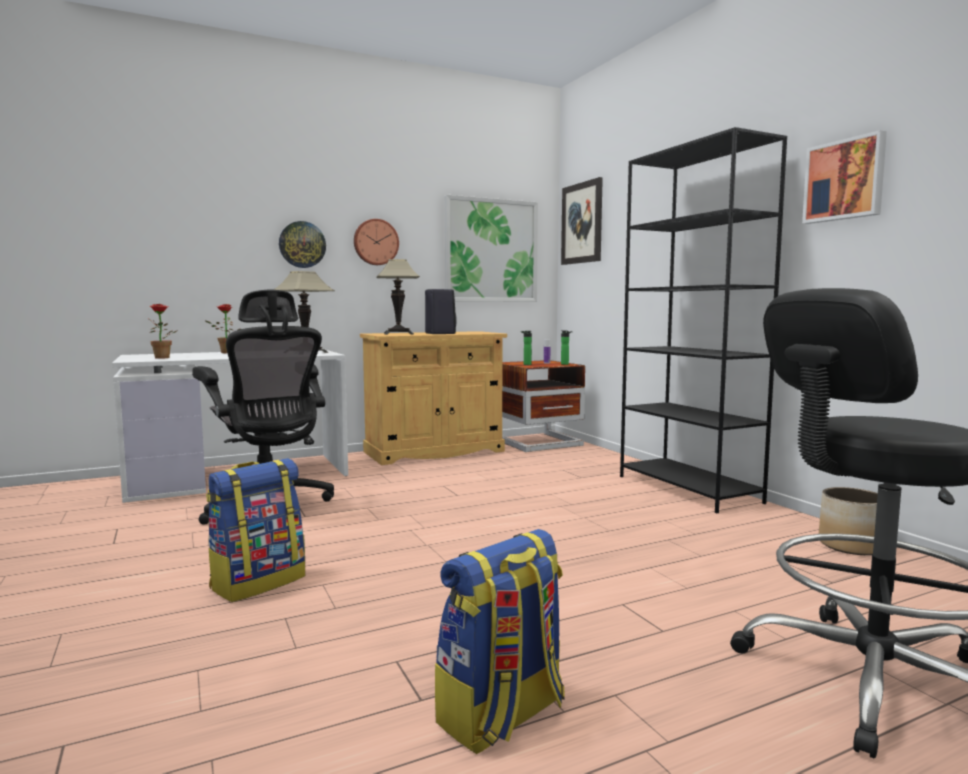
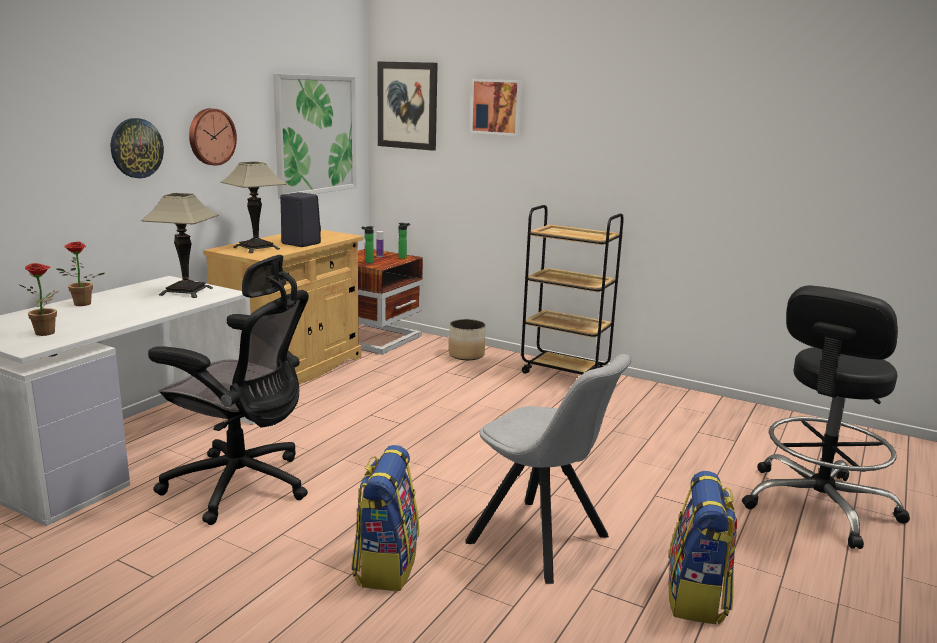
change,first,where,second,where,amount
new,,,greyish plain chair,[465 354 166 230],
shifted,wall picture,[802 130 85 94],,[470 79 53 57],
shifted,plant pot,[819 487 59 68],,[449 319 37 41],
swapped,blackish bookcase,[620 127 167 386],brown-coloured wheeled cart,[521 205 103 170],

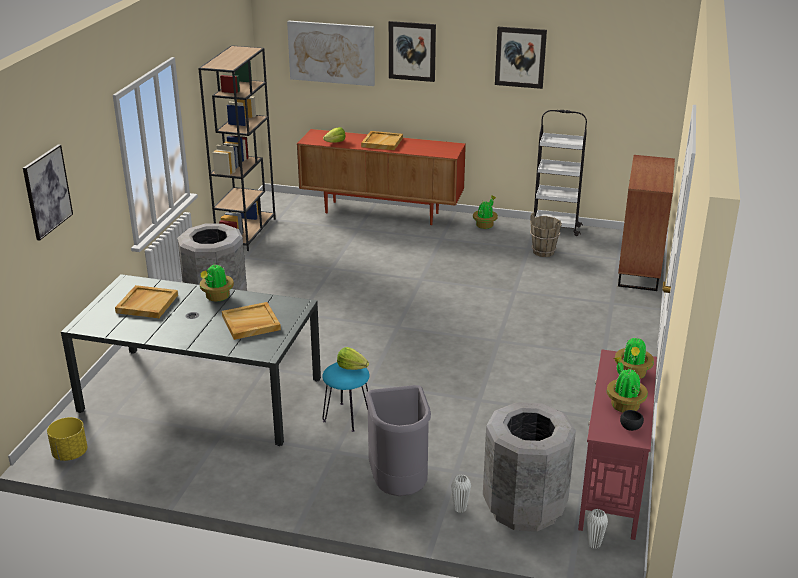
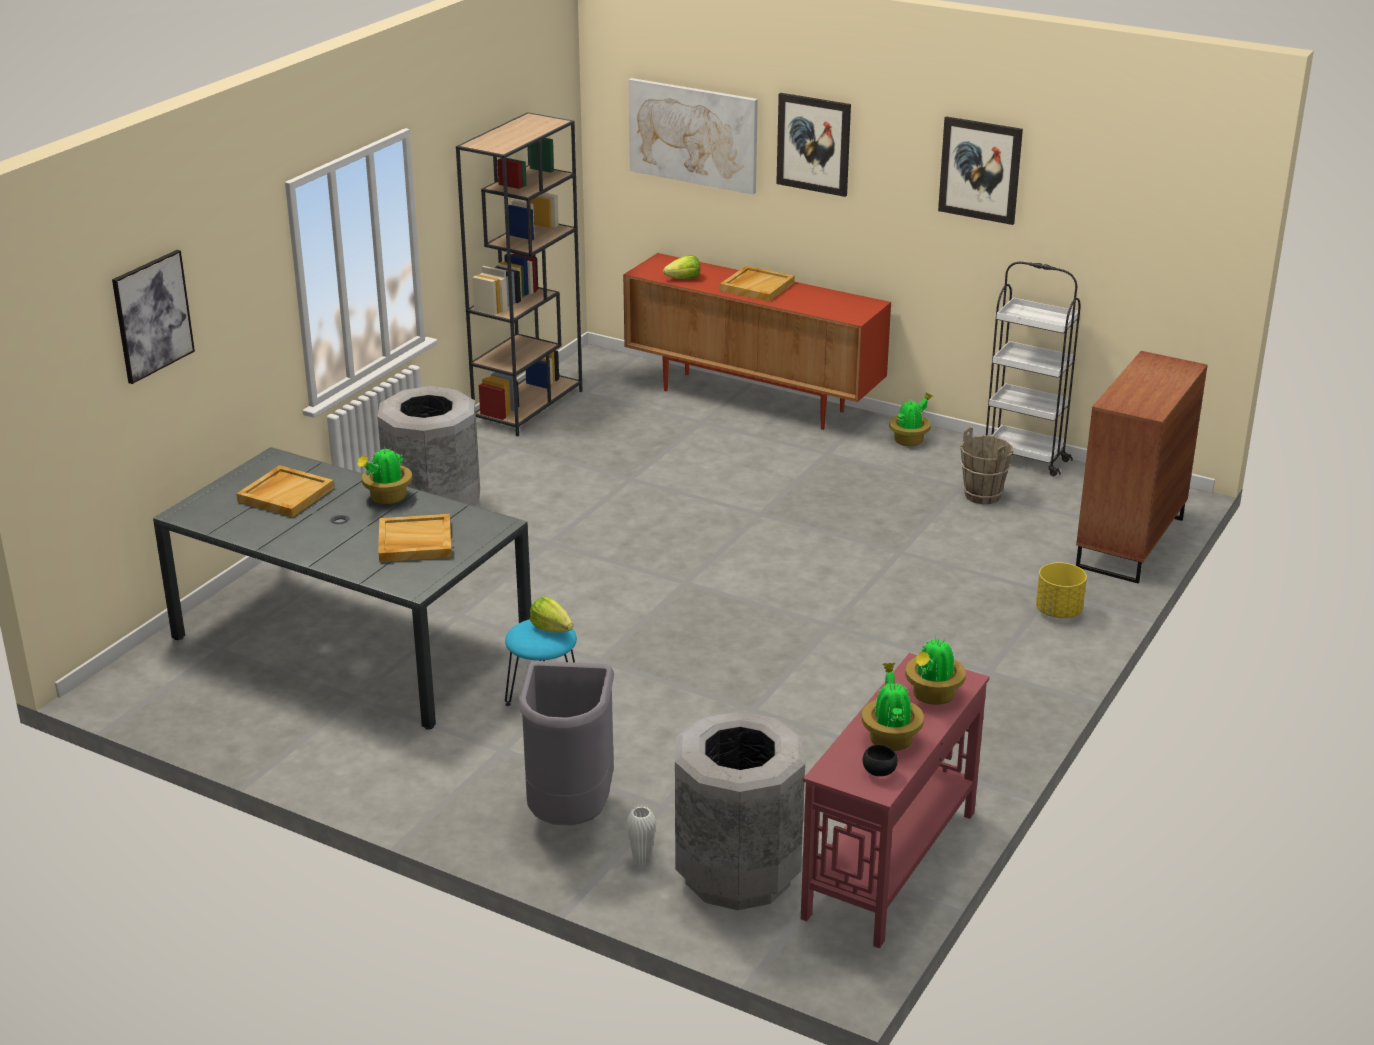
change,first,where,second,where,amount
gone,white flower vase,[587 509 21 40],,,
shifted,yellow plant pot,[47 417 40 44],,[1036 562 51 56],

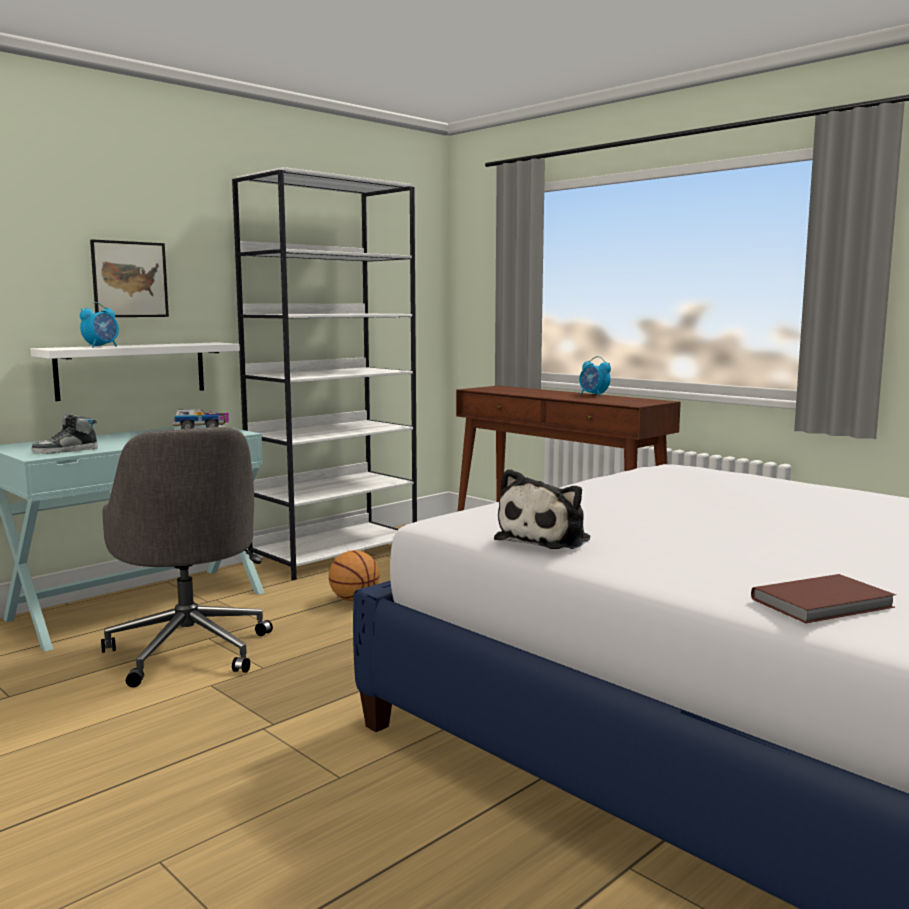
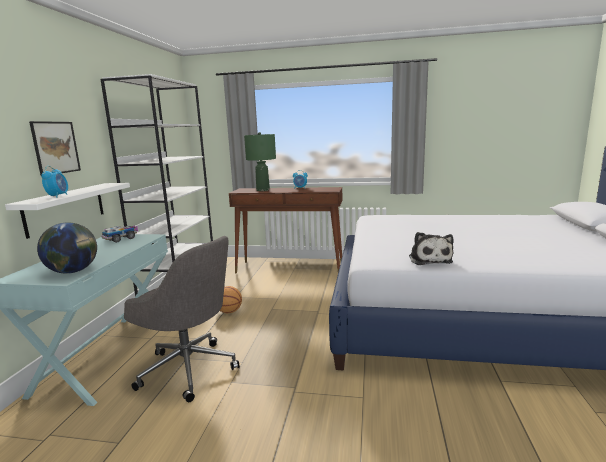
change,first,where,second,where,amount
gone,brown-coloured book,[751 574 145 49],,,
new,,,greenish lamp for a table,[244 132 32 59],
swapped,item of footwear,[32 414 66 40],globe,[37 223 60 51],

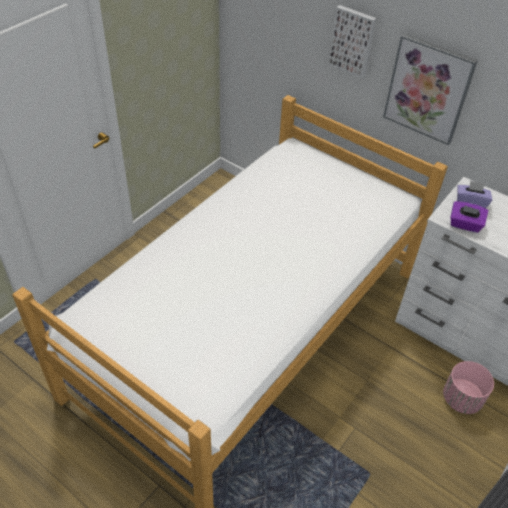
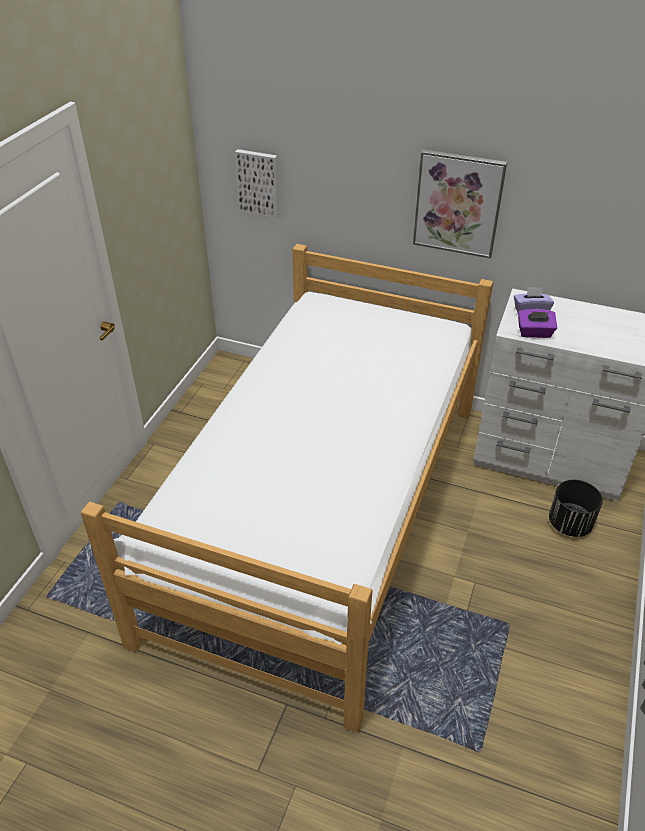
change,first,where,second,where,amount
shifted,wall picture,[329 5 47 74],,[235 149 45 70],
repainted,pink plant pot,[443 361 51 53],blackish plant pot,[549 480 54 57],

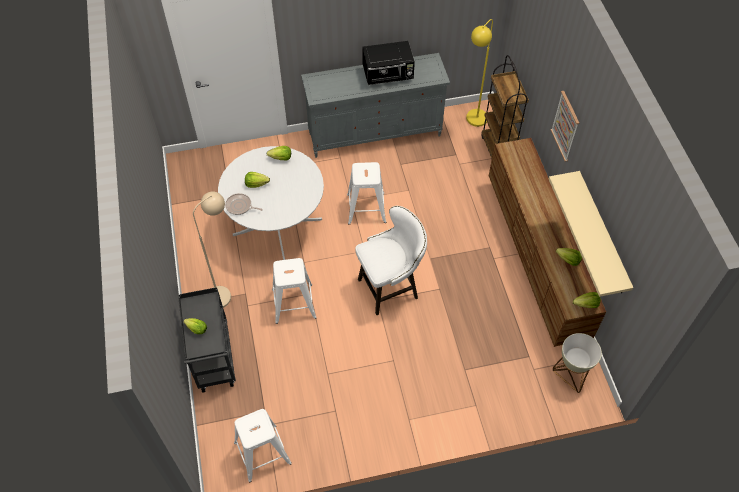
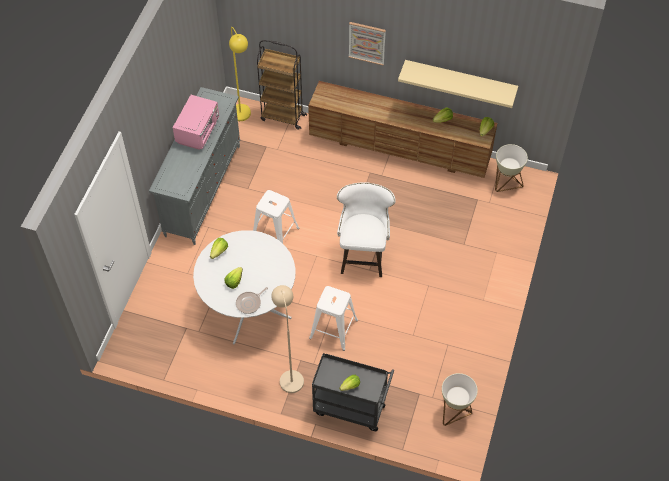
change,first,where,second,where,amount
swapped,white sitting stool,[234 409 58 73],plant pot,[442 373 36 53],
repainted,blackish microwave oven,[362 41 53 44],pink microwave oven,[173 95 46 55],

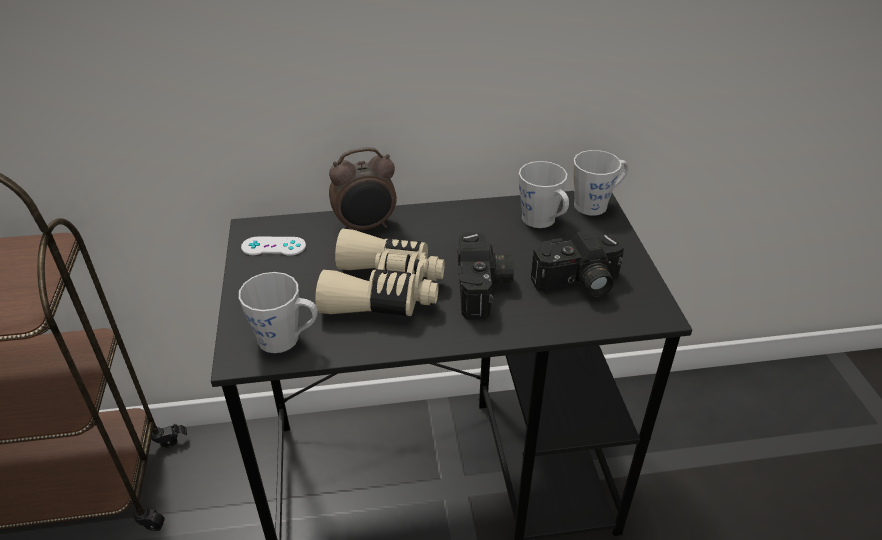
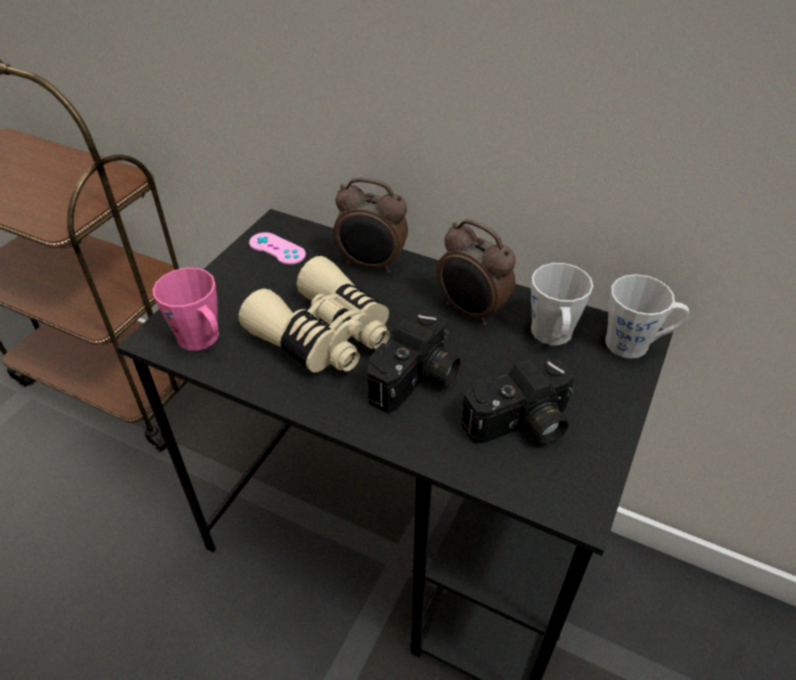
change,first,where,second,where,amount
new,,,table clock,[437 219 79 107],
repainted,greyish tea mug,[239 272 79 81],pink tea mug,[153 268 66 83],
repainted,white gamepad,[241 237 65 19],pink gamepad,[249 232 57 33],
rotated,photo camera,[531 230 93 67],,[461 359 113 85],45 degrees counterclockwise

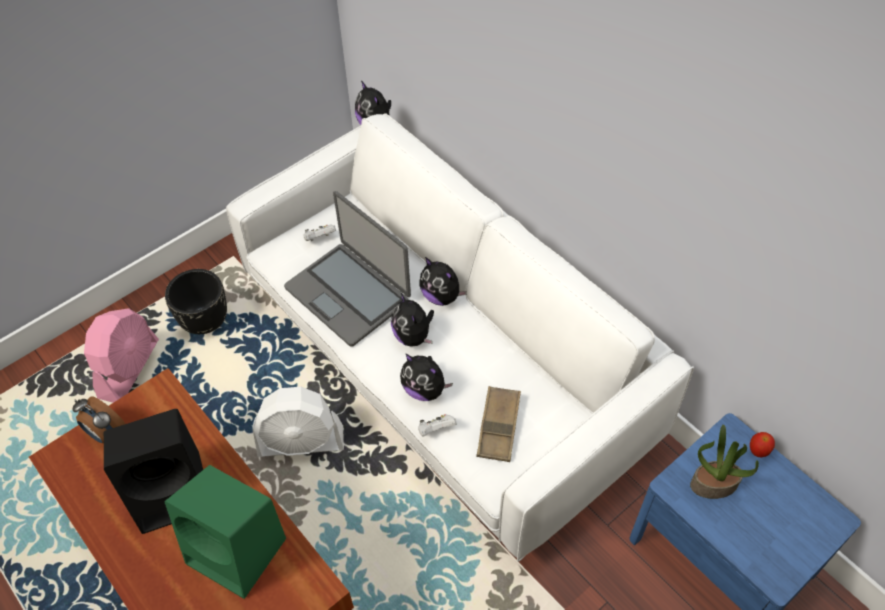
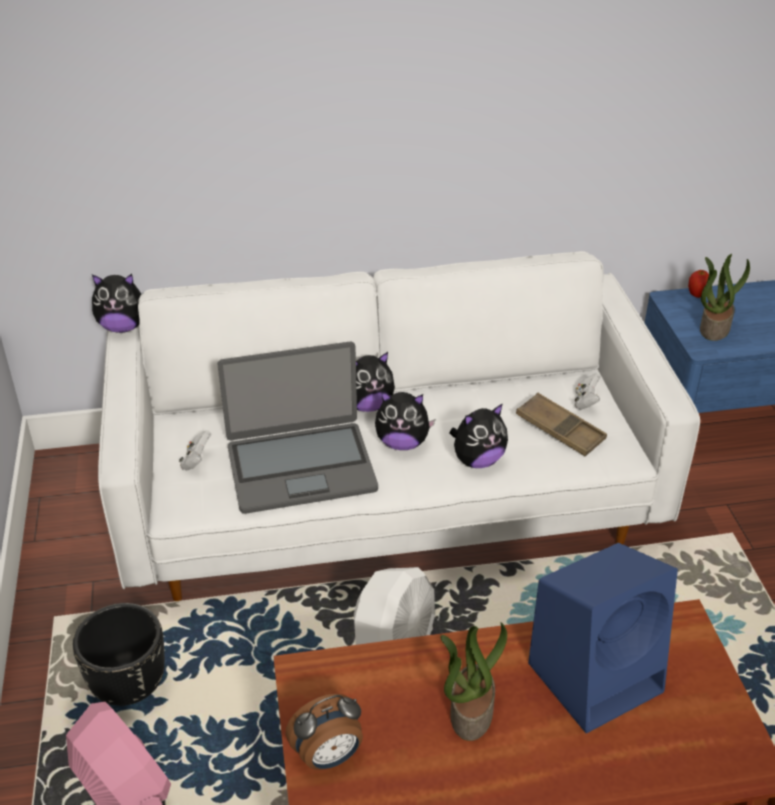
change,first,where,second,where,amount
shifted,white gamepad,[418 414 39 23],,[575 374 25 36],
swapped,blackish audio speaker,[104 409 99 125],houseplant,[440 622 67 119],
repainted,greenish audio speaker,[164 465 122 134],blue-coloured audio speaker,[528 543 150 190],

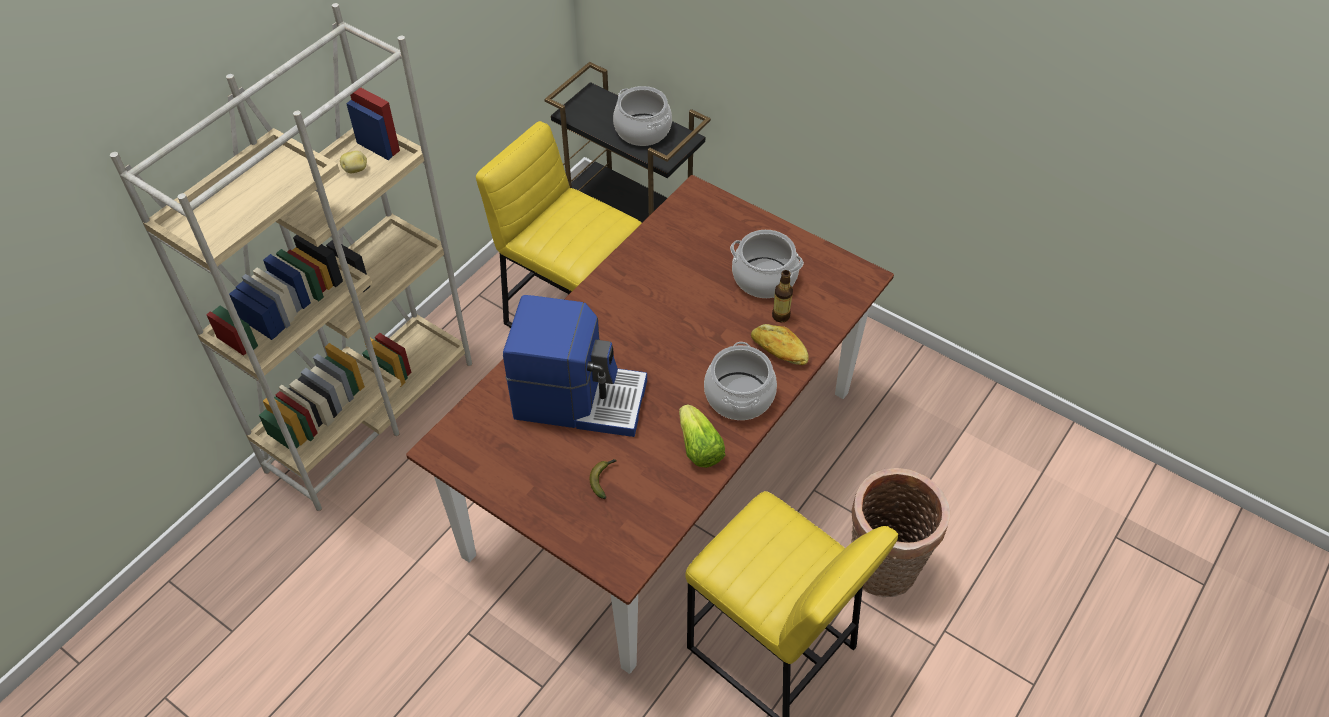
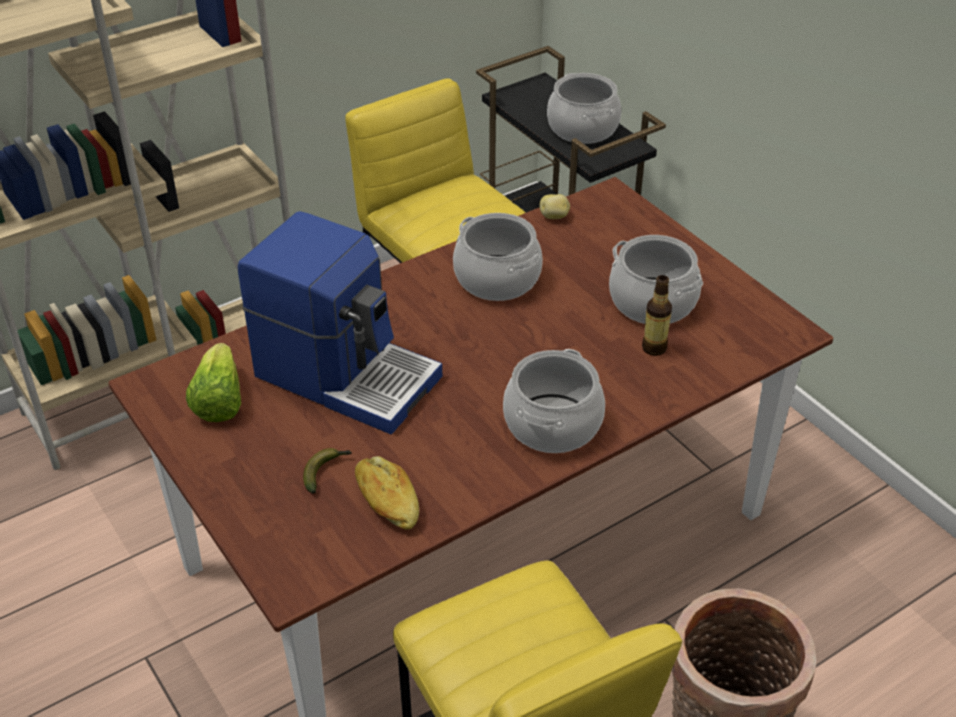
change,first,where,second,where,amount
new,,,saucepot,[453 213 90 88],
shifted,spud,[340 151 27 22],,[539 194 31 25],
shifted,lettuce head,[679 404 46 64],,[186 343 55 79],
shifted,bread,[751 324 58 41],,[355 456 64 74],

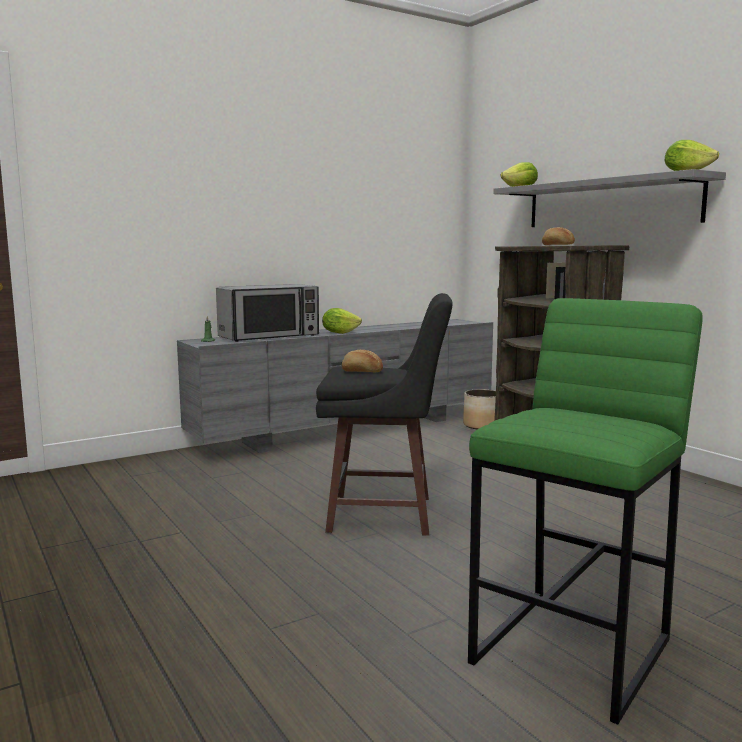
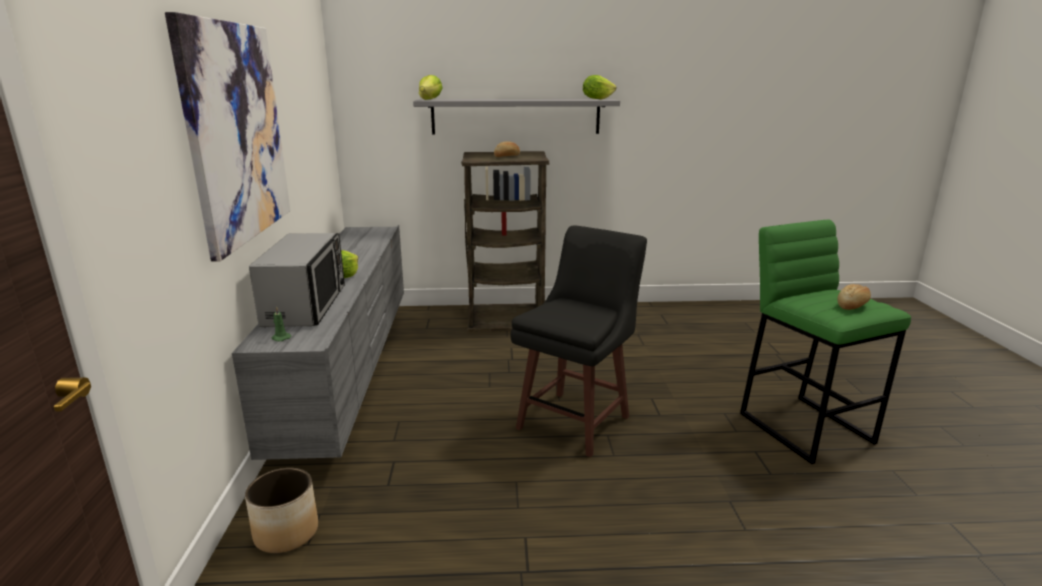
change,first,where,second,where,amount
new,,,wall picture,[165 12 125 250],
shifted,bread,[342 350 41 22],,[837 284 34 26],
shifted,plant pot,[463 389 33 40],,[245 468 73 85],

